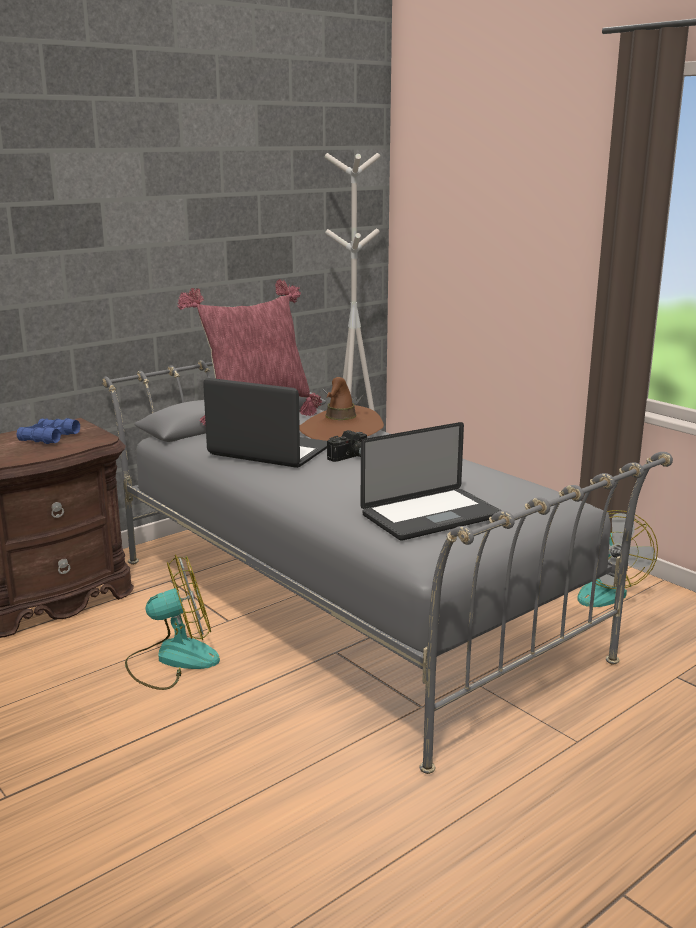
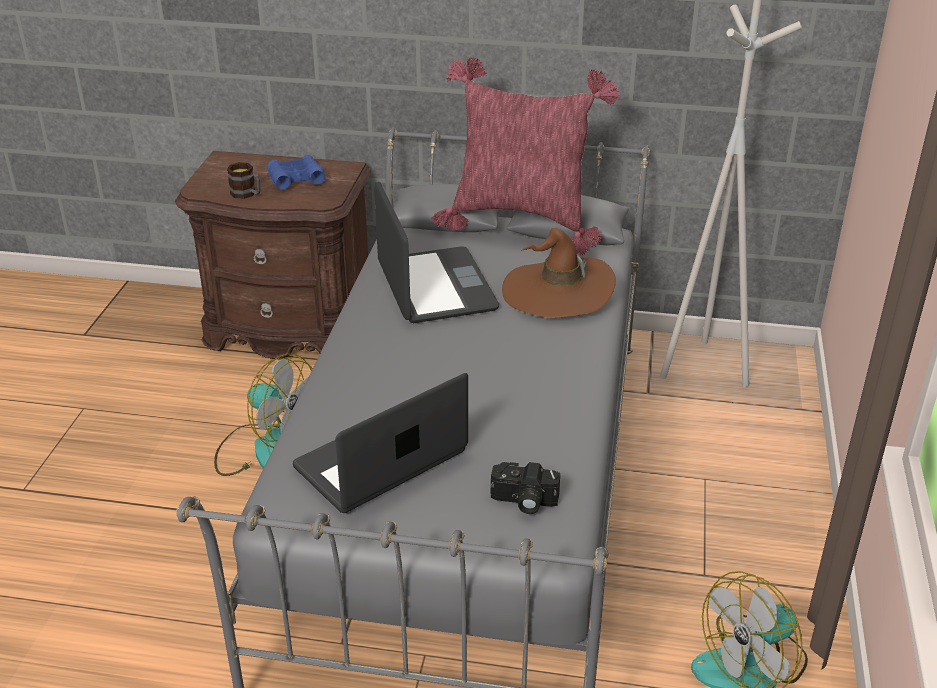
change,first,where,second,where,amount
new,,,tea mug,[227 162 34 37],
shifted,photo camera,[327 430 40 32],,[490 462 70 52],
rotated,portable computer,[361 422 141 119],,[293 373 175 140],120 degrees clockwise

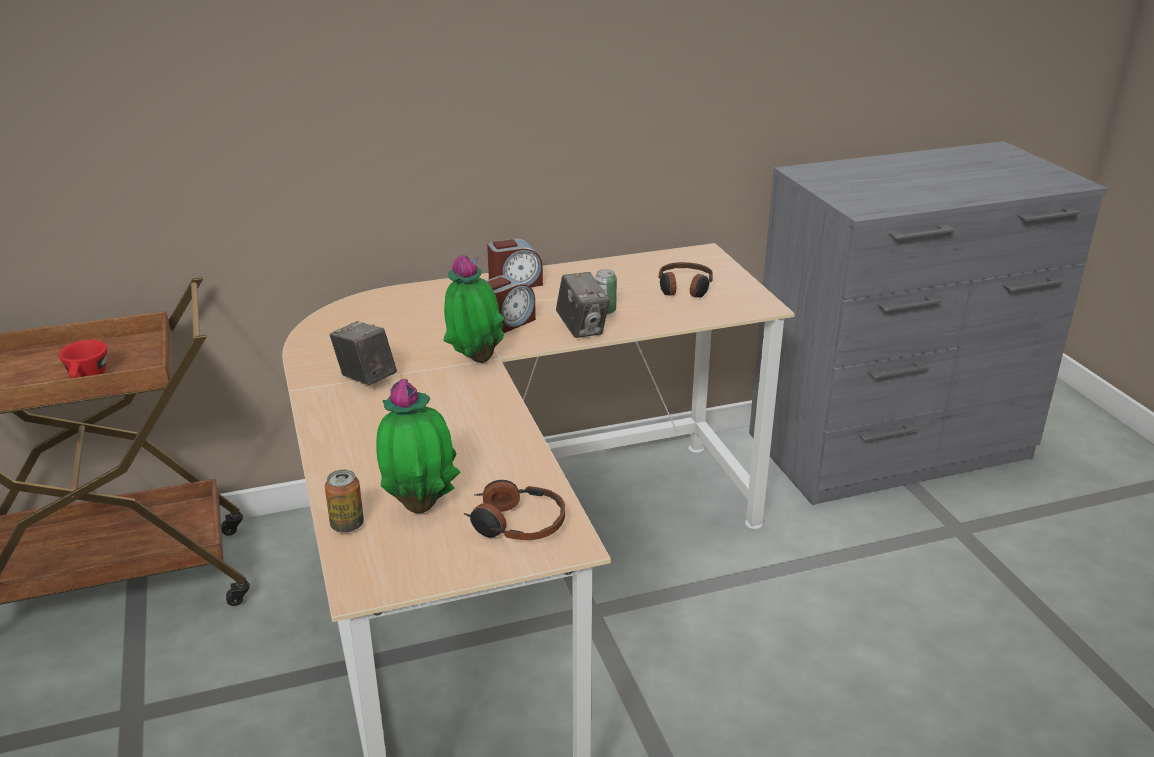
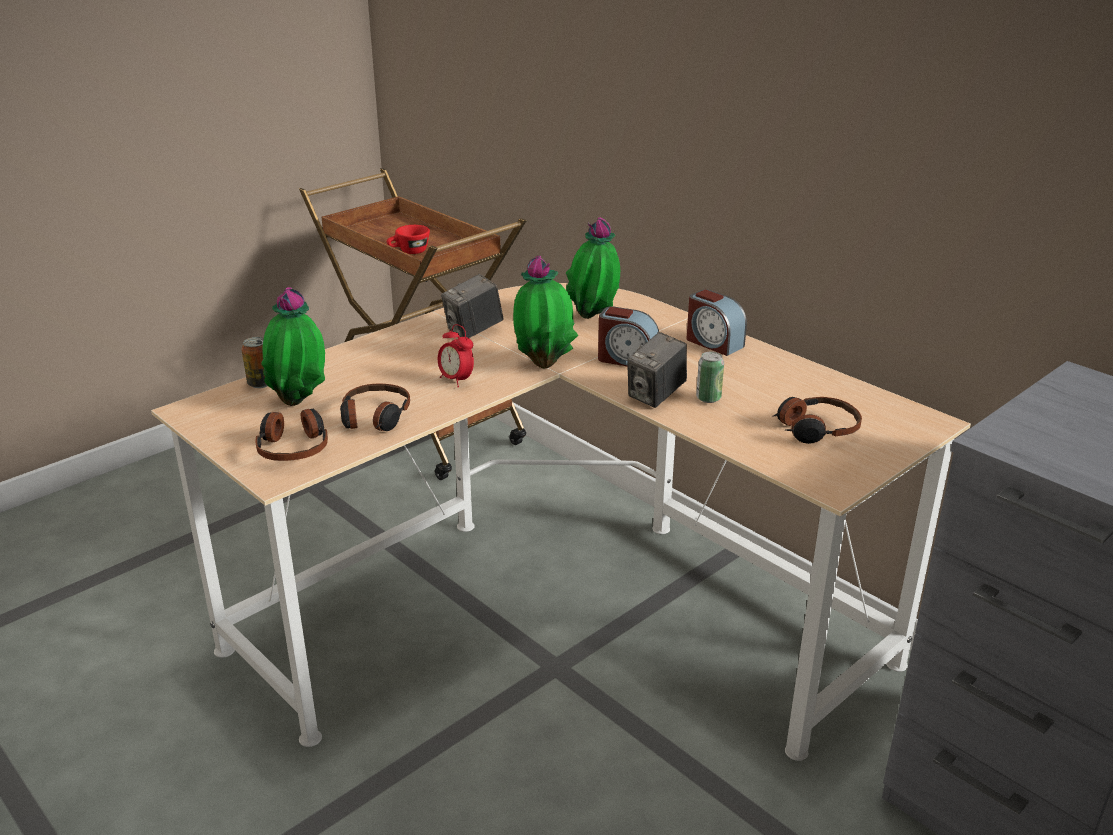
change,first,where,second,where,amount
new,,,headphones,[340 384 70 47],
new,,,table clock,[438 324 36 63],
new,,,houseplant,[566 218 54 101],
rotated,photo camera,[330 321 67 64],,[441 274 62 64],150 degrees counterclockwise

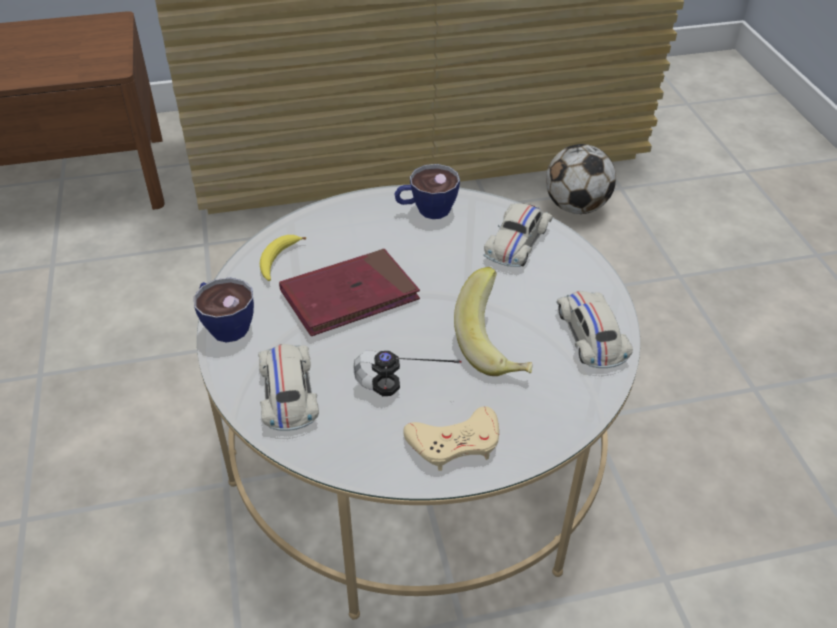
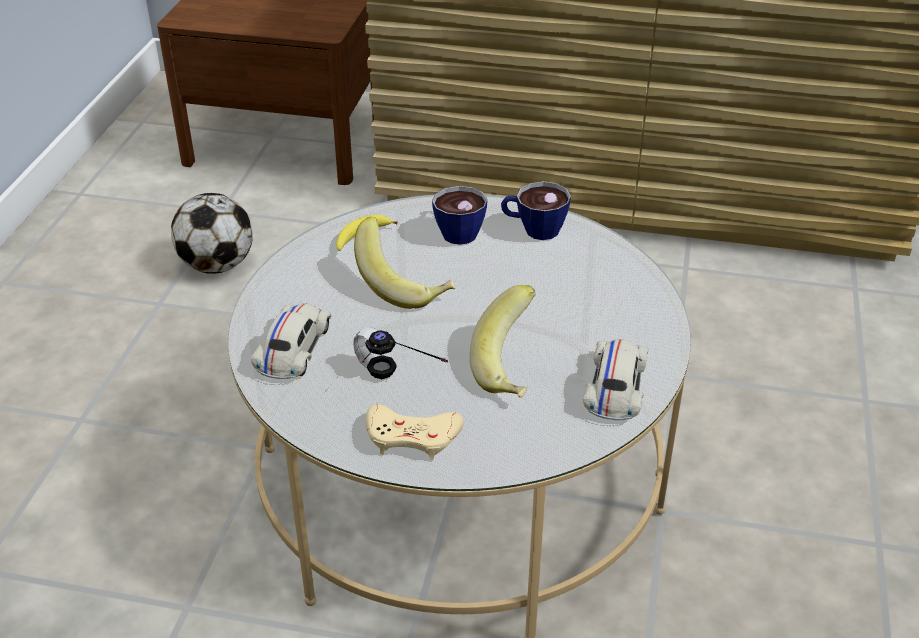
change,first,where,second,where,amount
gone,white model car,[483 203 70 64],,,
shifted,cup,[194 278 60 64],,[432 186 56 59],
shifted,football,[546 144 70 70],,[171 193 82 81],
swapped,red book,[279 249 141 87],banana fruit,[354 216 102 93],

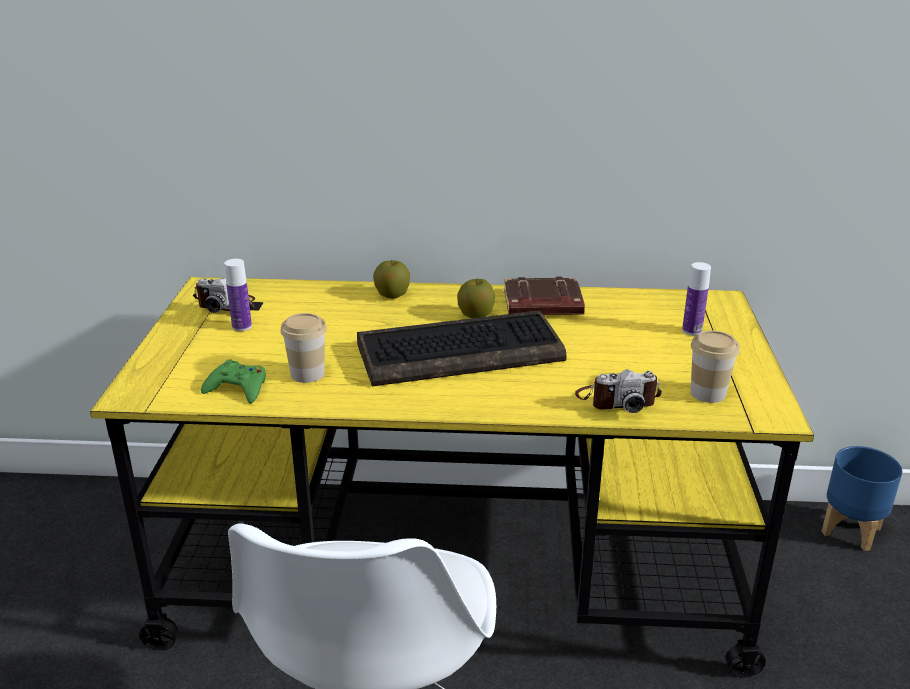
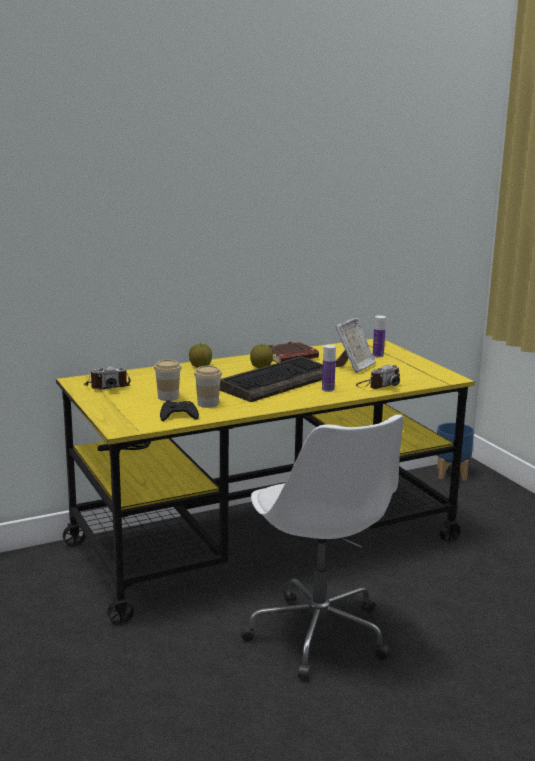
change,first,where,second,where,amount
new,,,picture frame,[335 318 41 55],
shifted,bottle,[224 259 28 72],,[322 345 14 47],
shifted,cup,[690 331 50 72],,[154 360 28 41],
repainted,greenish gamepad,[201 359 65 45],blackish gamepad,[160 400 39 21],

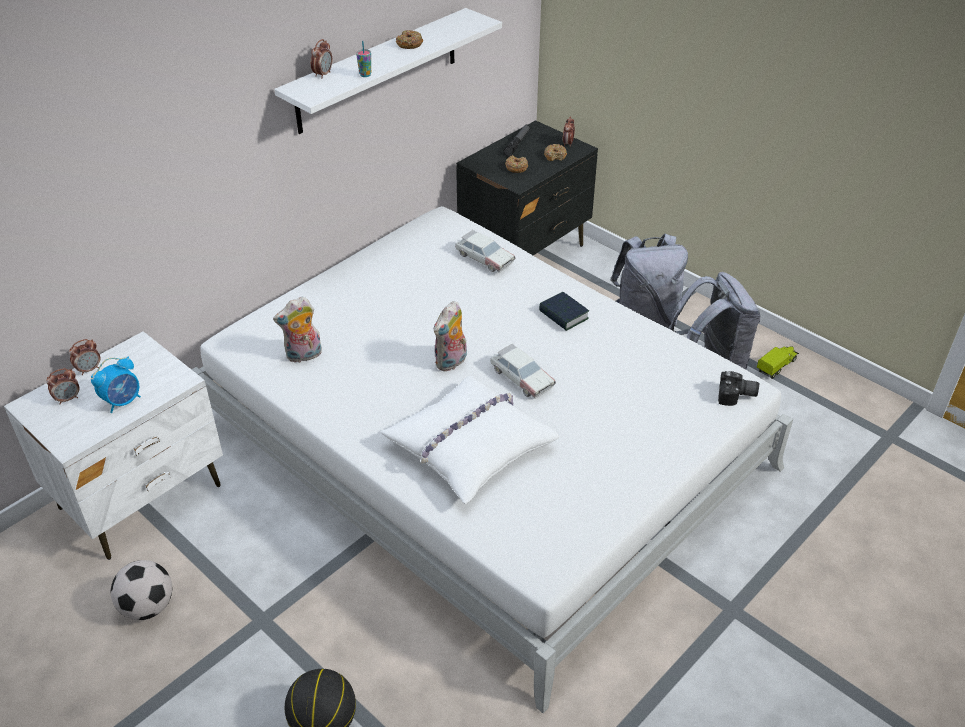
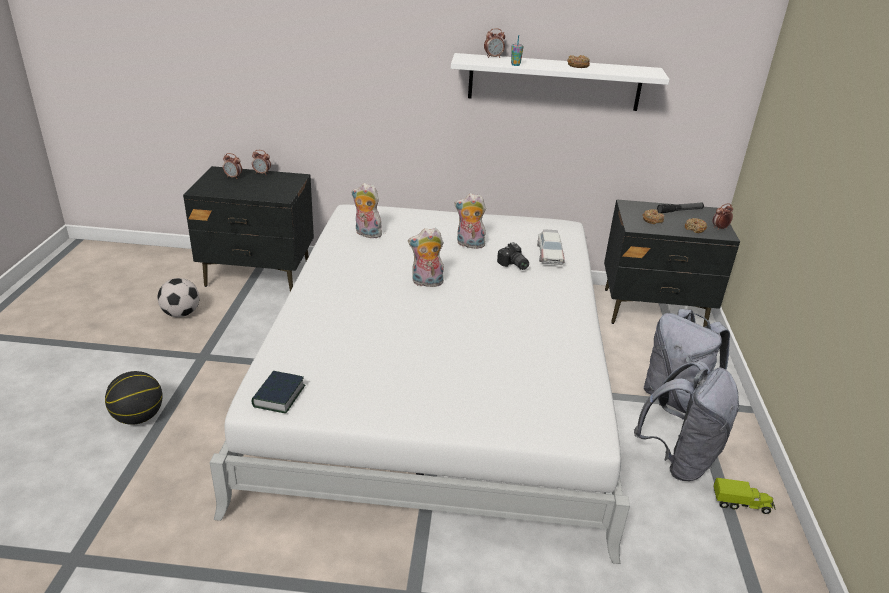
change,first,where,second,where,amount
gone,table clock,[91 357 50 56],,,
gone,white pillow,[381 376 178 128],,,
gone,model car,[490 344 66 55],,,
new,,,soft toy,[455 193 31 56],
shifted,book,[539 292 50 39],,[252 371 53 42],
shifted,photo camera,[718 371 41 35],,[497 242 32 28],
repainted,white night table,[4 331 219 229],blackish night table,[183 166 131 125],

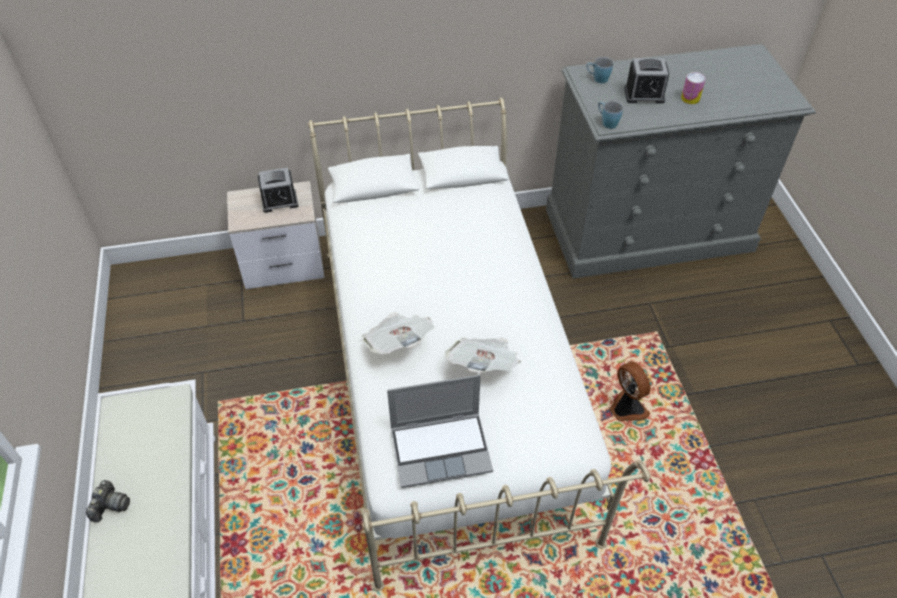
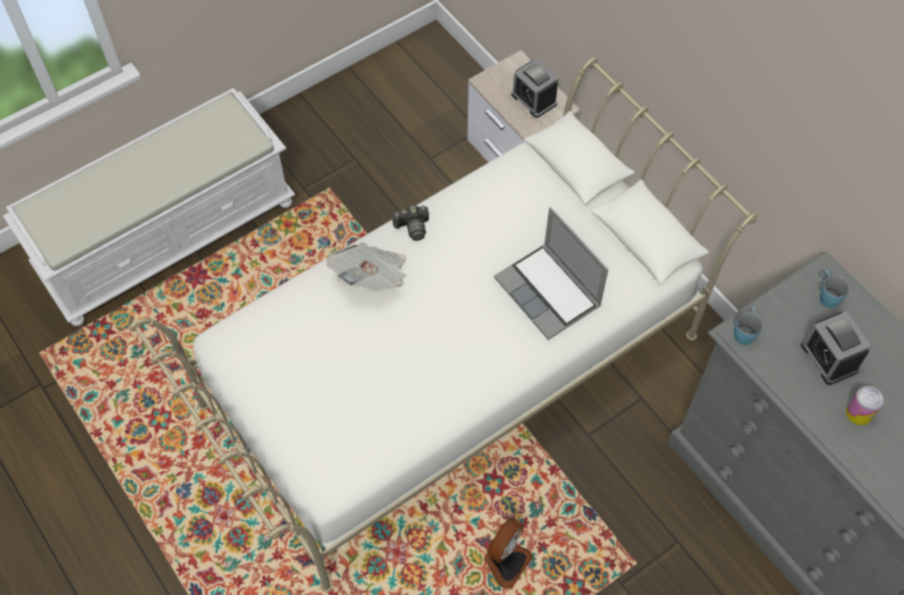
change,first,where,second,where,amount
gone,newspaper,[445 338 76 34],,,
shifted,photo camera,[86 480 44 42],,[392 205 37 36],
shifted,portable computer,[387 375 106 113],,[494 207 114 133],

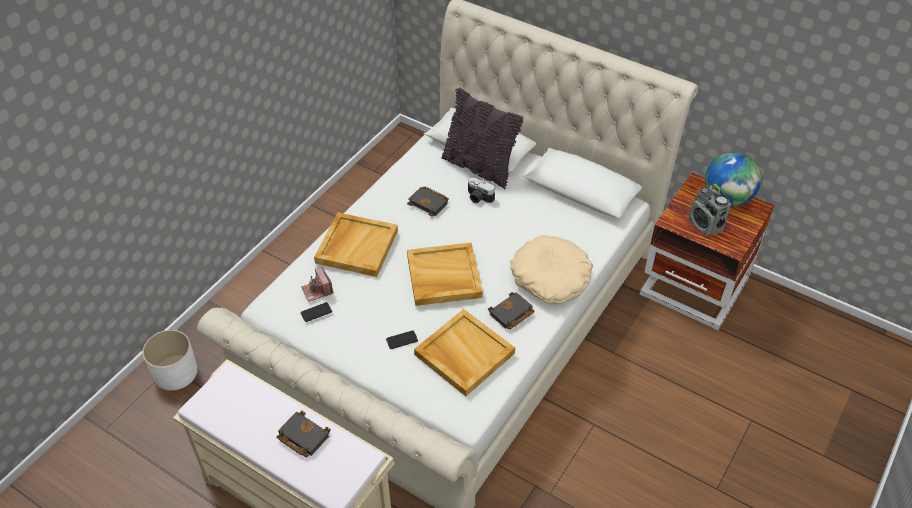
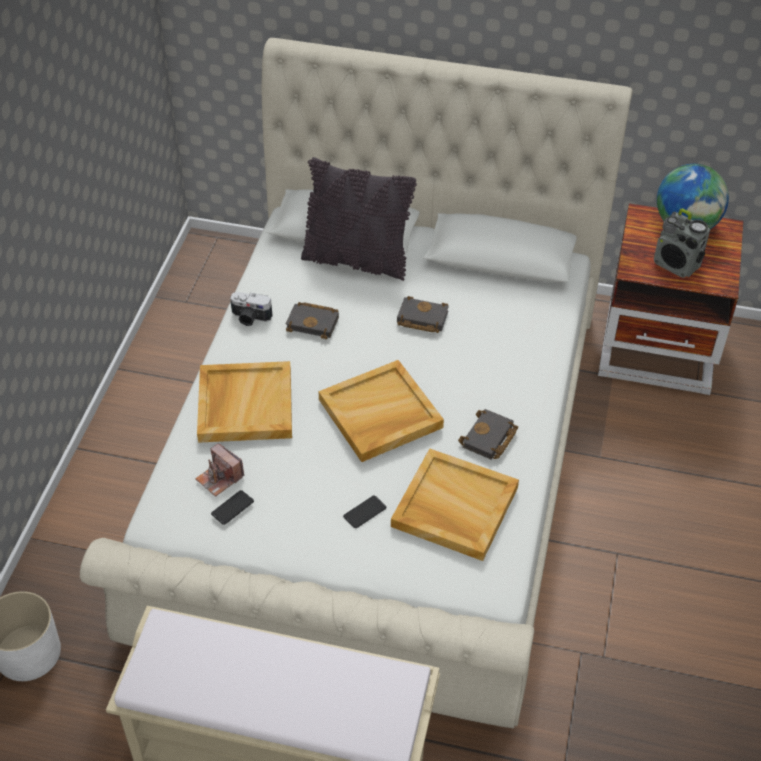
change,first,where,second,where,amount
gone,sand-coloured pillow,[510 235 83 69],,,
shifted,blackish book,[276 411 55 47],,[397 296 52 37],
shifted,photo camera,[468 178 27 25],,[230 292 43 34],

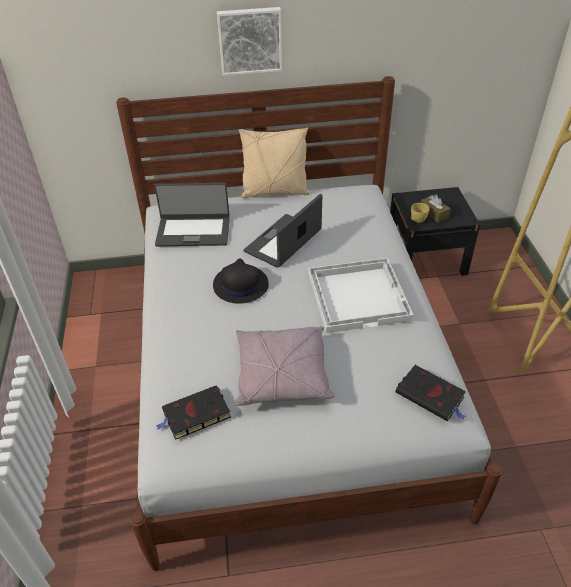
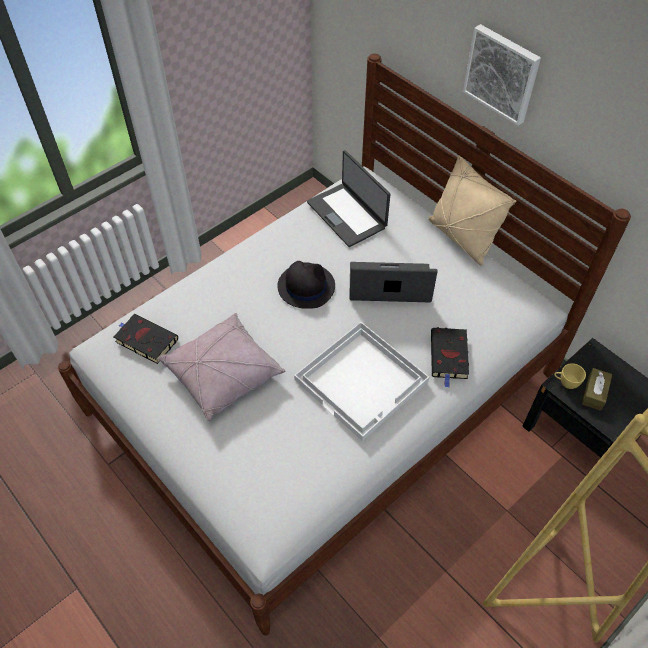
change,first,where,second,where,amount
shifted,blackish book,[395 365 71 56],,[431 327 38 61],

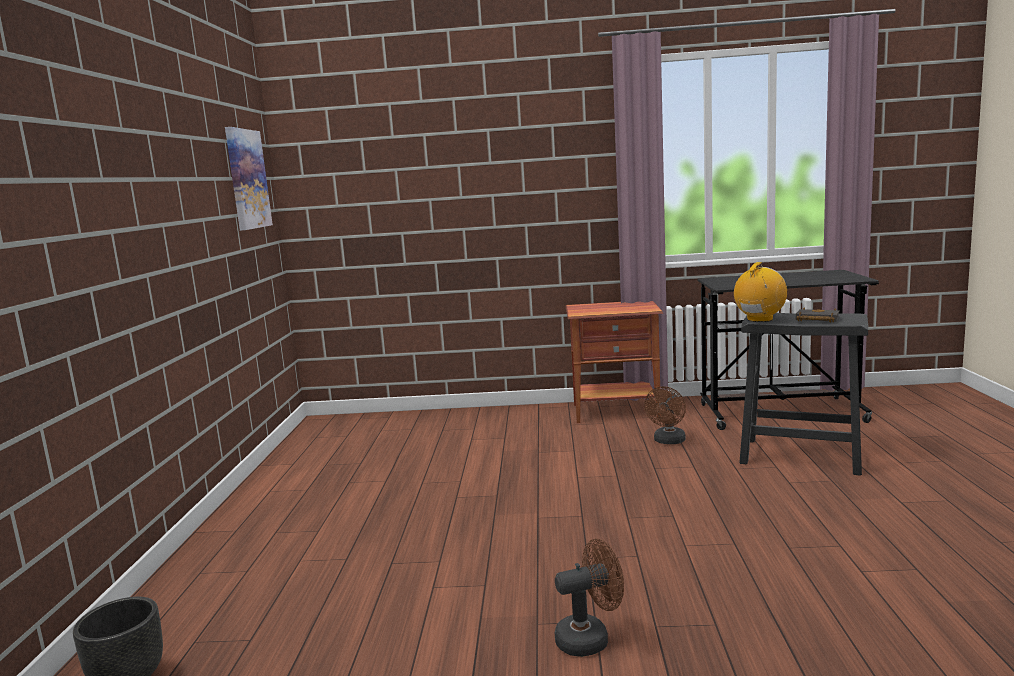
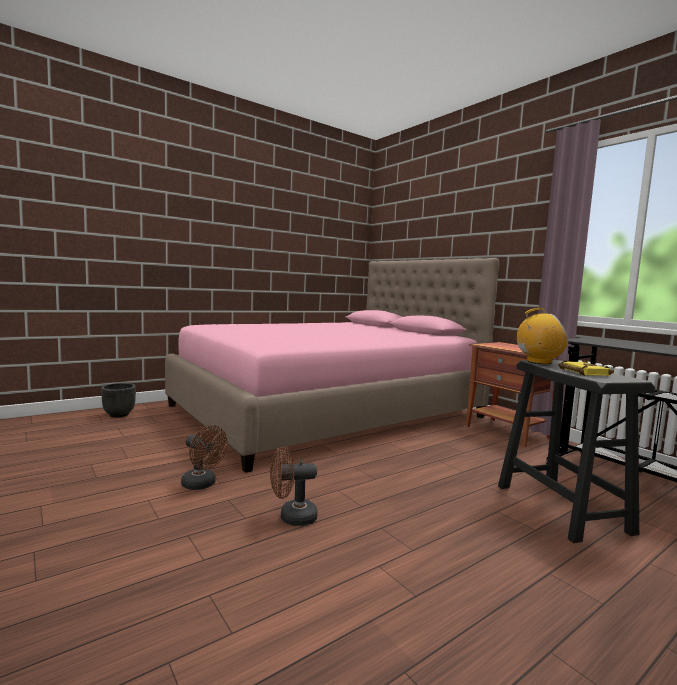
change,first,where,second,where,amount
gone,wall picture,[225 127 48 104],,,
new,,,pink bed,[165 258 334 215],
shifted,brown-coloured cooling fan,[644 386 42 58],,[270 447 48 79],
repainted,blackish book,[796 308 44 15],yellow book,[558 360 55 16],

